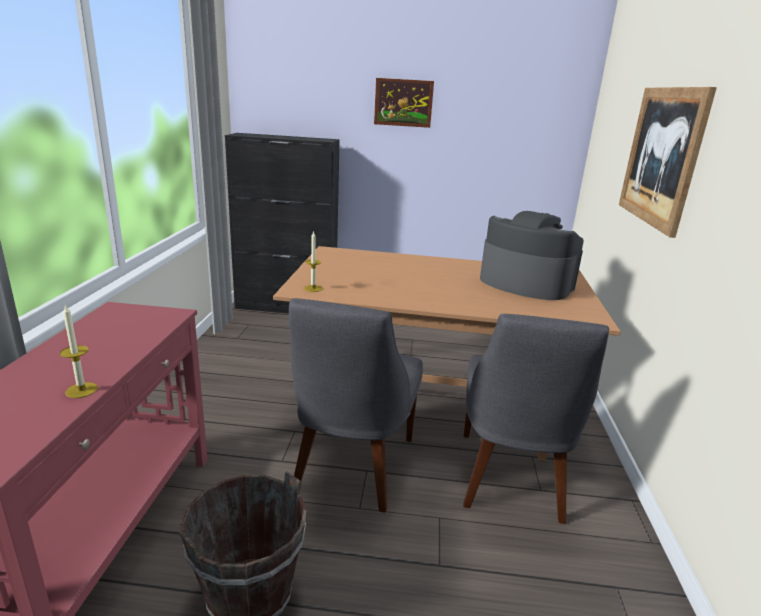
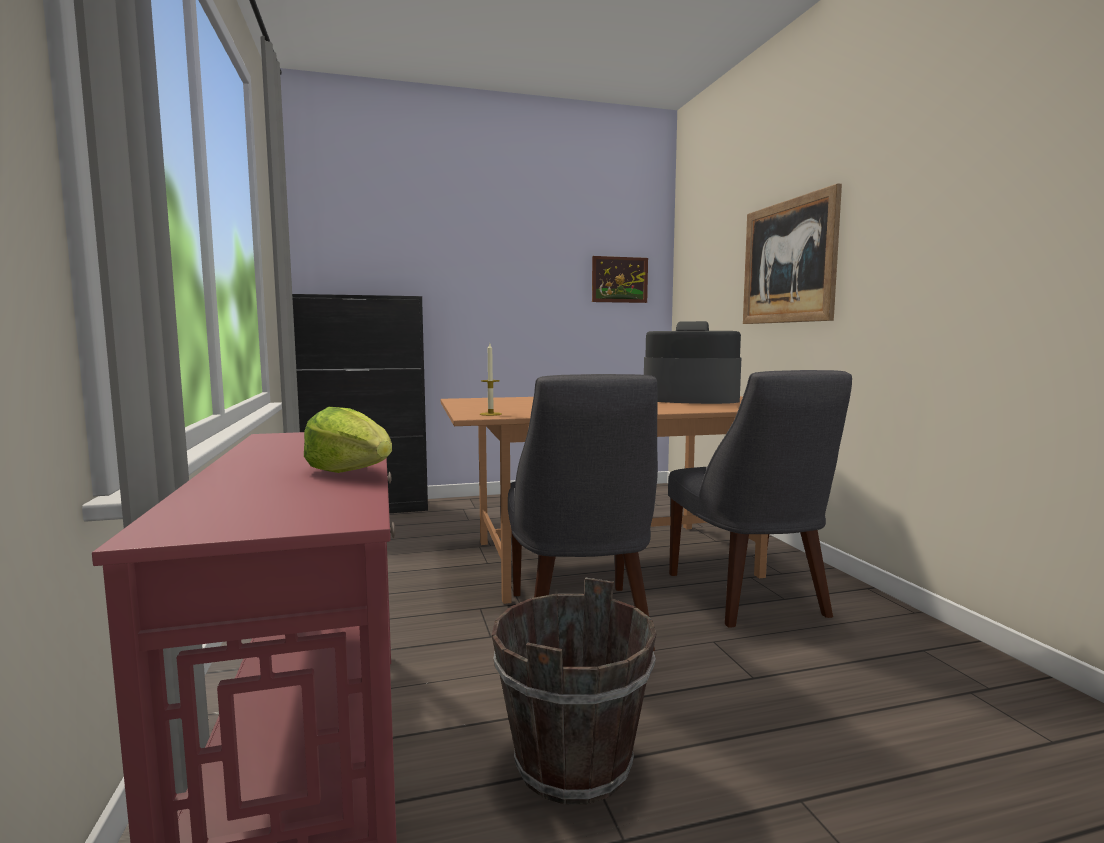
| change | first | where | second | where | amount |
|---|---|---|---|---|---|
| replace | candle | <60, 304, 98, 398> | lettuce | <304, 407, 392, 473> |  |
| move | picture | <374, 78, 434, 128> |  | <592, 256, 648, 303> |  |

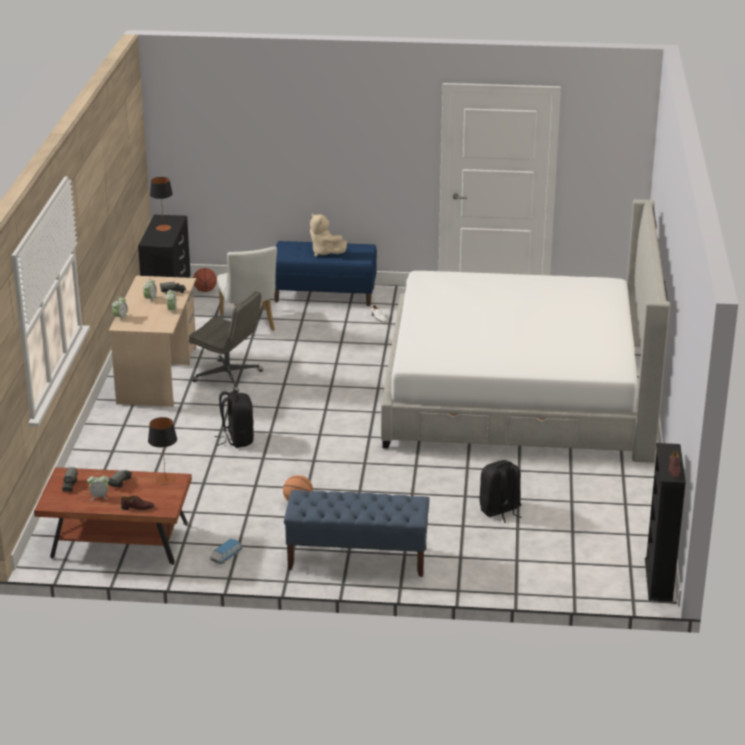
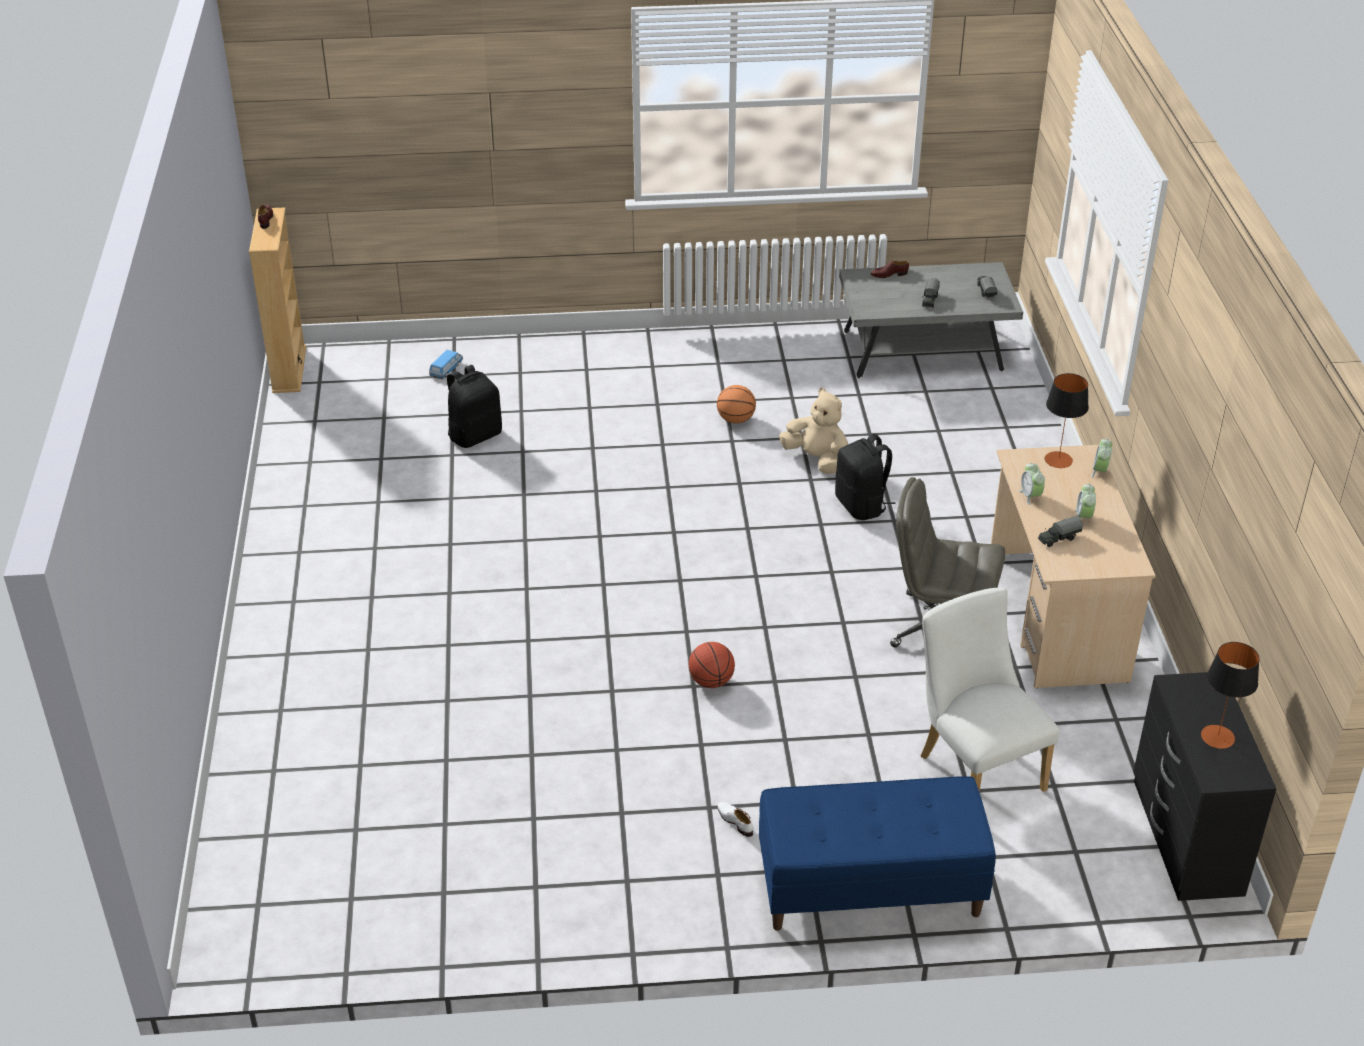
| change | first | where | second | where | amount |
|---|---|---|---|---|---|
| recolor | black bookcase | <645, 443, 686, 602> | beige bookcase | <249, 207, 306, 393> |  |
| move | toy car | <210, 538, 242, 564> |  | <429, 350, 463, 379> |  |
| move | basketball | <193, 268, 217, 292> |  | <689, 642, 735, 688> |  |
| move | beige plush toy | <310, 213, 347, 257> |  | <779, 388, 848, 474> |  |
| recolor | brown coffee table | <34, 467, 192, 565> | grey coffee table | <839, 262, 1023, 378> |  |
| move | table lamp | <148, 417, 177, 485> |  | <1045, 373, 1089, 468> |  |
| delete | alarm clock | <87, 473, 109, 500> |  |  |  |
| delete | blue bench | <284, 490, 430, 577> |  |  |  |
| delete | bed | <381, 199, 670, 463> |  |  |  |

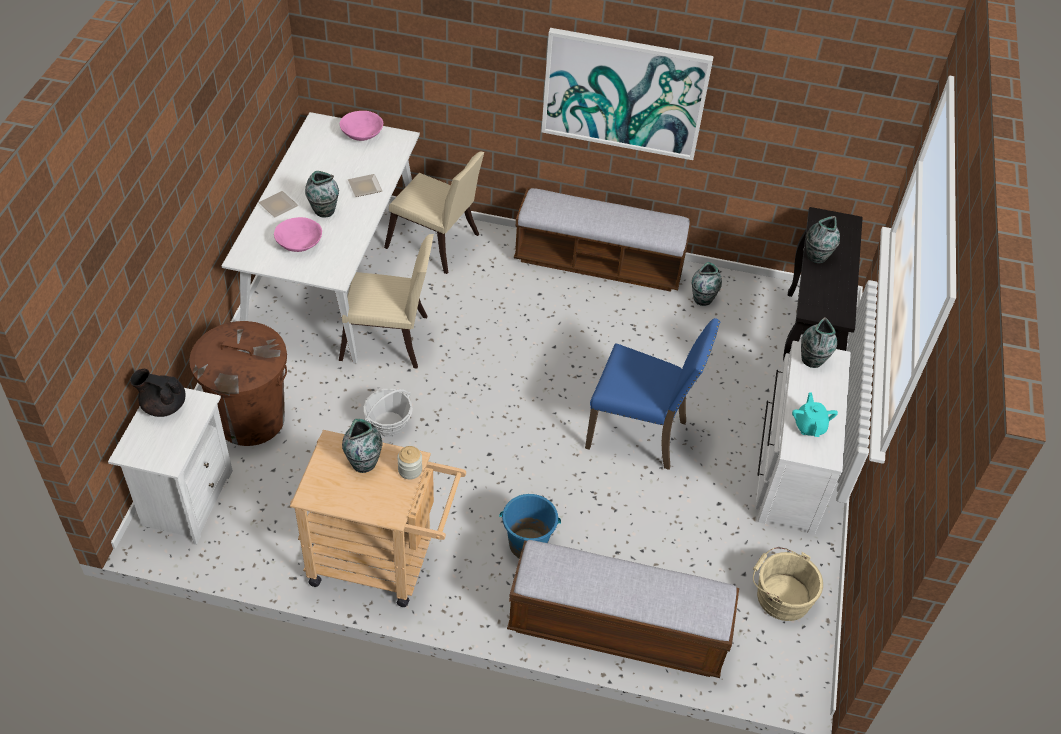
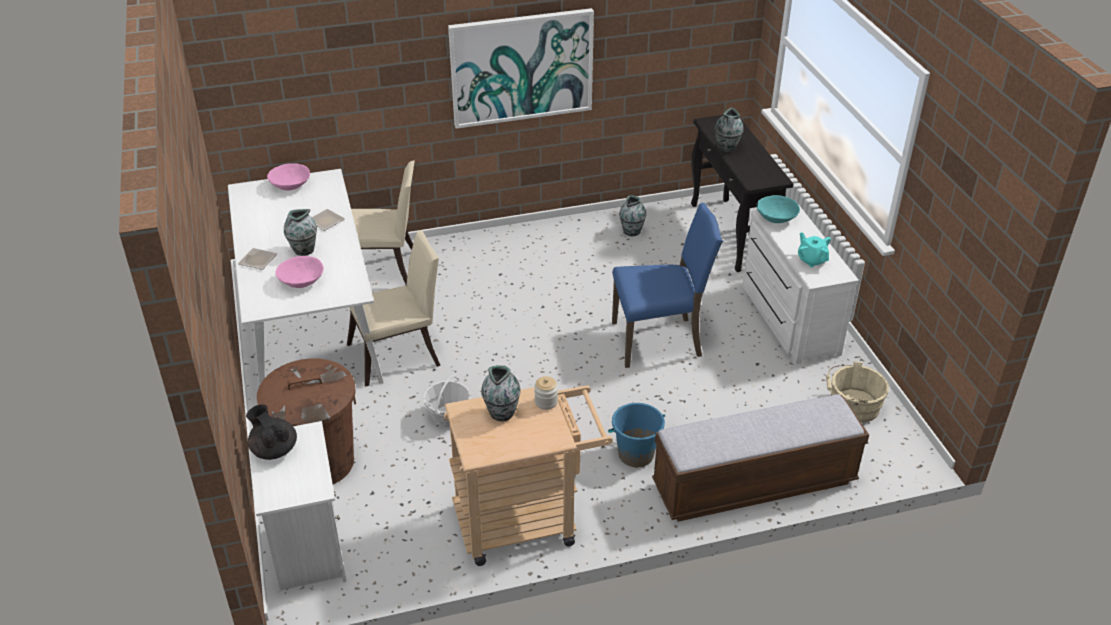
| change | first | where | second | where | amount |
|---|---|---|---|---|---|
| rotate | black teapot | <130, 369, 186, 417> |  | <246, 404, 297, 460> | 60 degrees clockwise |
| replace | vase | <801, 317, 837, 368> | turquoise bowl | <756, 195, 800, 223> |  |
| delete | bench | <514, 187, 693, 292> |  |  |  |

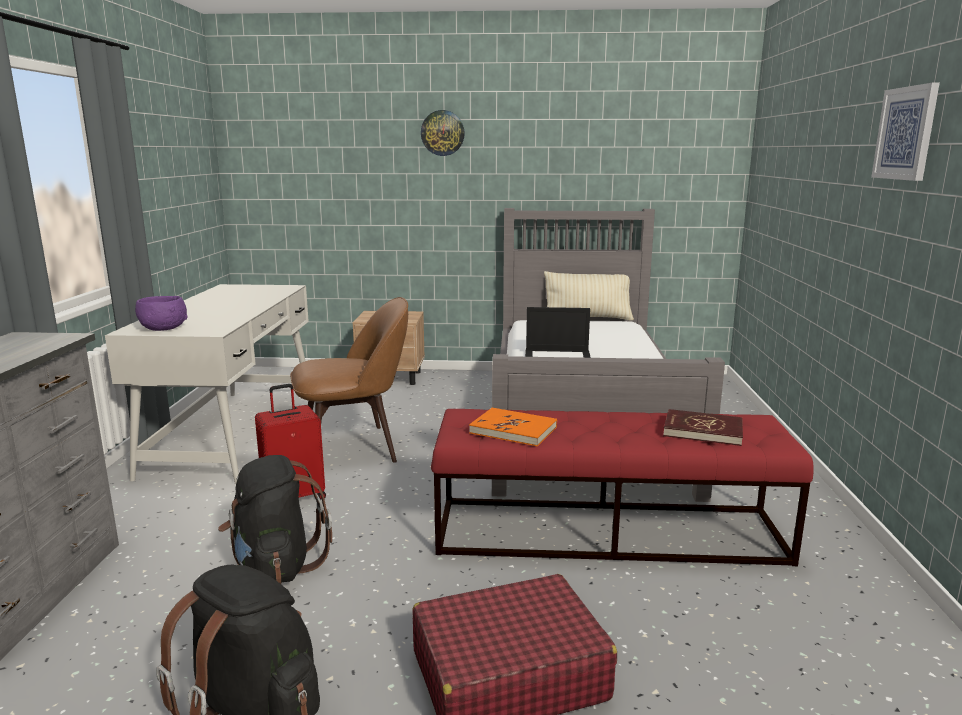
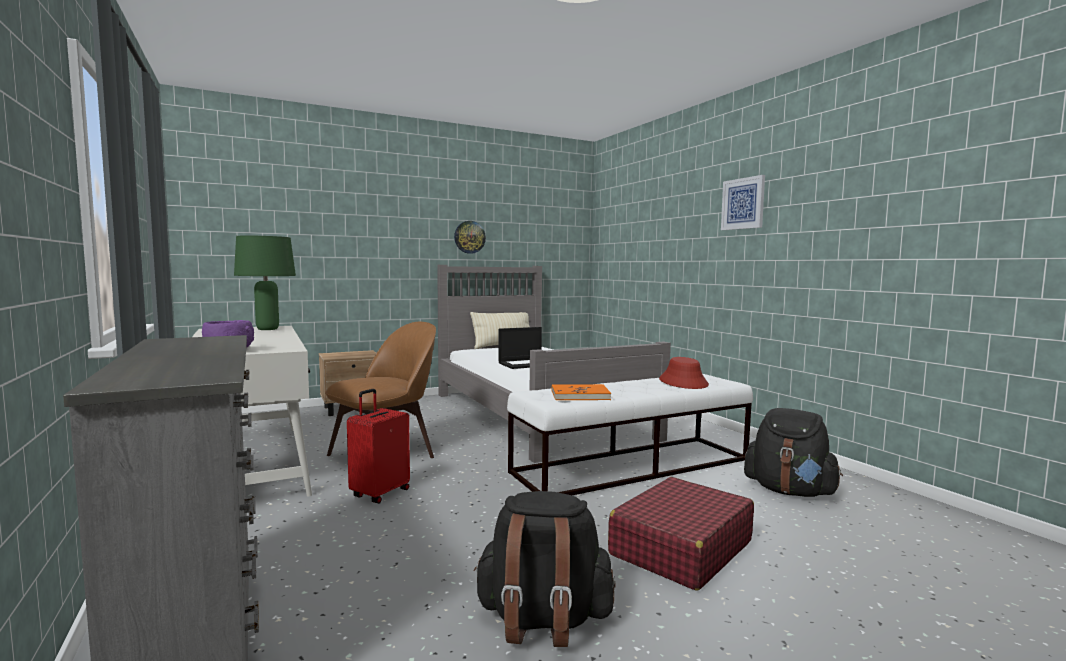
| change | first | where | second | where | amount |
|---|---|---|---|---|---|
| insert |  |  | green table lamp | <234, 236, 296, 330> |  |
| move | wall clock | <421, 110, 465, 156> |  | <454, 221, 486, 254> |  |
| recolor | red bench | <431, 409, 814, 566> | white bench | <507, 374, 753, 495> |  |
| replace | red book | <663, 409, 743, 446> | red hat | <659, 357, 709, 389> |  |
| move | black backpack | <218, 455, 332, 584> |  | <744, 408, 843, 497> |  |

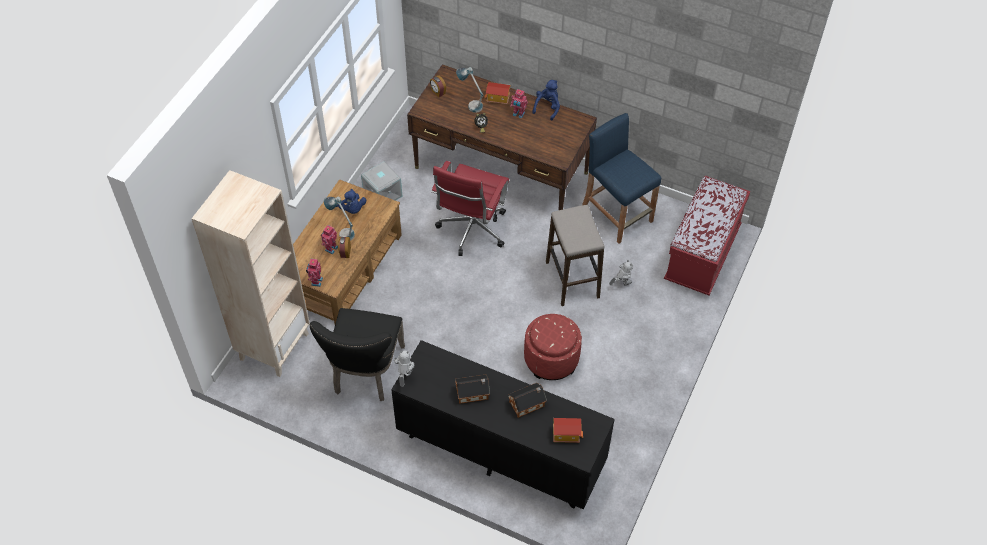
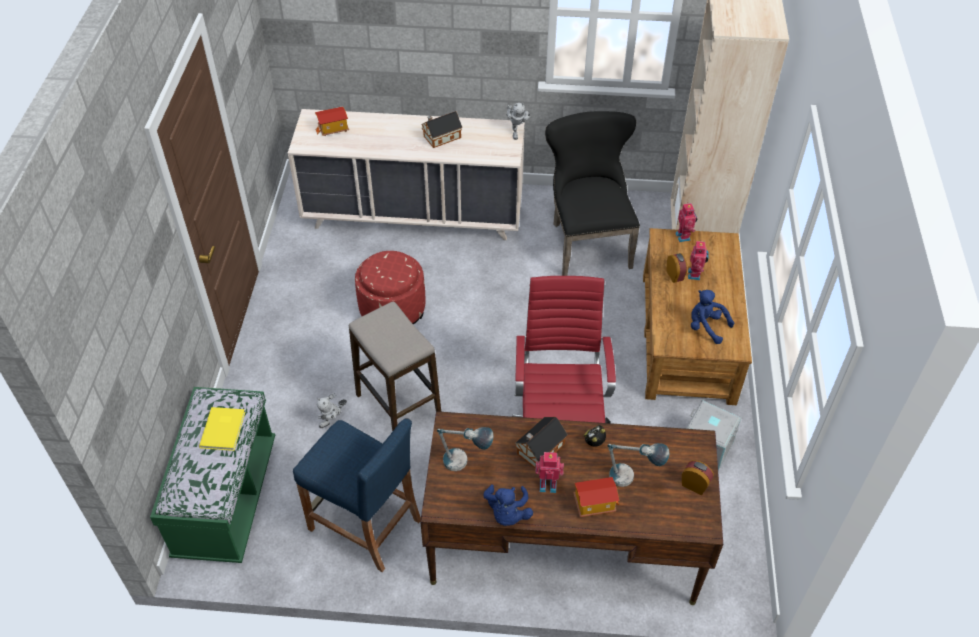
| change | first | where | second | where | amount |
|---|---|---|---|---|---|
| recolor | red bench | <664, 176, 750, 295> | green bench | <150, 387, 275, 563> |  |
| insert |  |  | yellow book | <199, 407, 245, 451> |  |
| recolor | black dresser | <391, 340, 615, 509> | beige dresser | <288, 109, 525, 240> |  |
| move | table lamp | <324, 196, 355, 241> |  | <437, 427, 494, 471> |  |
| move | toy house | <508, 383, 547, 418> |  | <515, 417, 568, 468> |  |

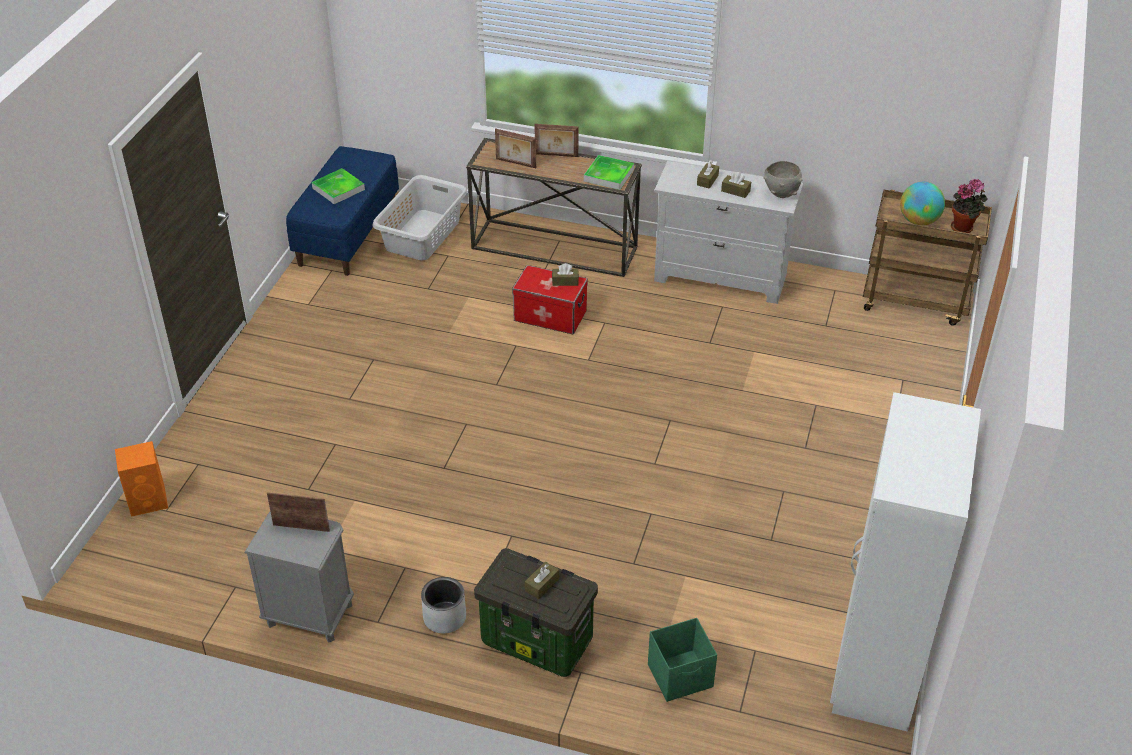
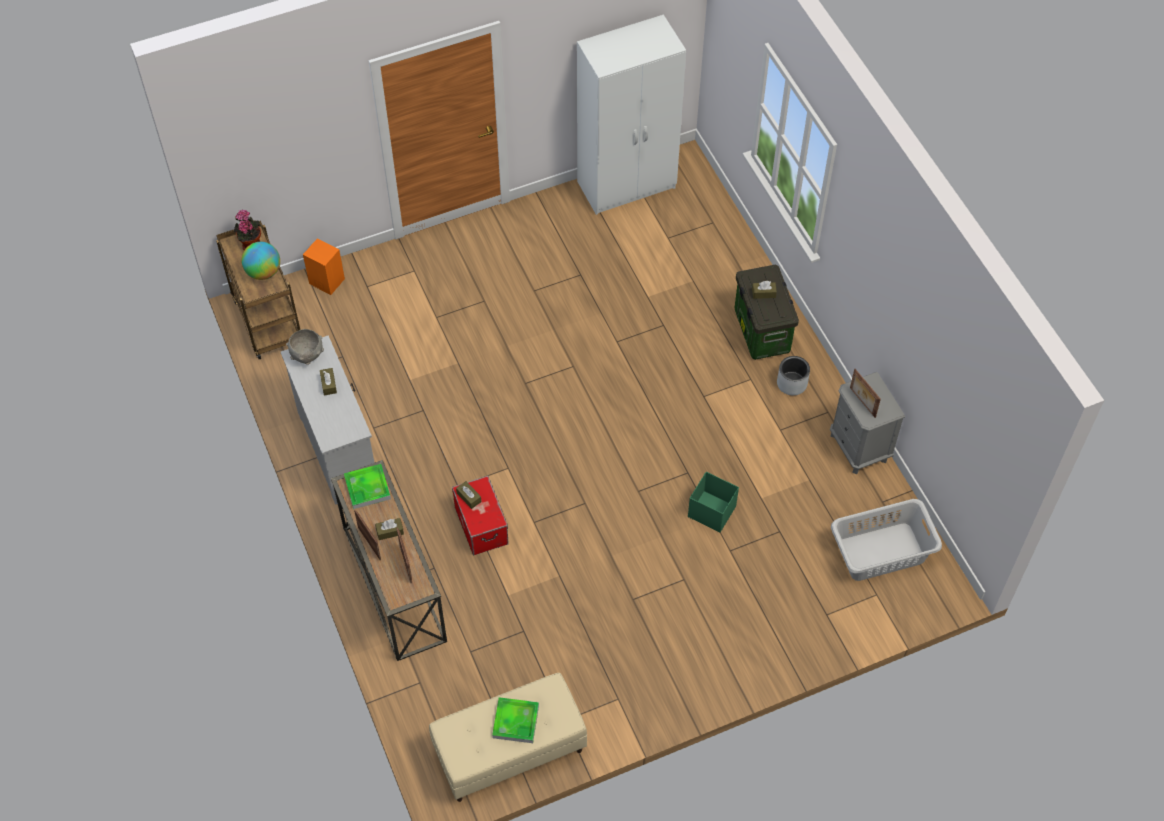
| change | first | where | second | where | amount |
|---|---|---|---|---|---|
| move | orange speaker | <115, 441, 168, 517> |  | <303, 238, 345, 295> |  |
| move | brown tissue box | <697, 161, 719, 189> |  | <375, 518, 404, 540> |  |
| recolor | blue bench | <286, 146, 399, 276> | beige bench | <429, 673, 587, 802> |  |
| move | green storage box | <648, 618, 717, 702> |  | <688, 472, 739, 532> |  |
| move | grey laundry basket | <372, 175, 467, 260> |  | <831, 499, 942, 581> |  |

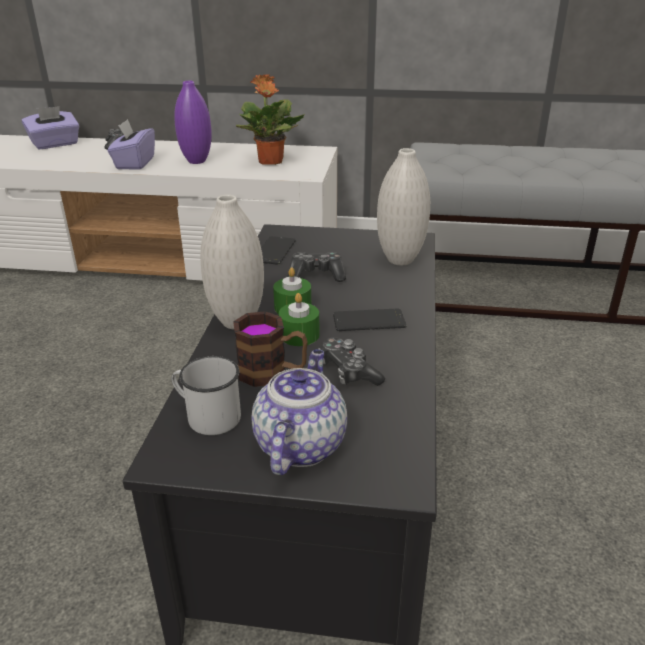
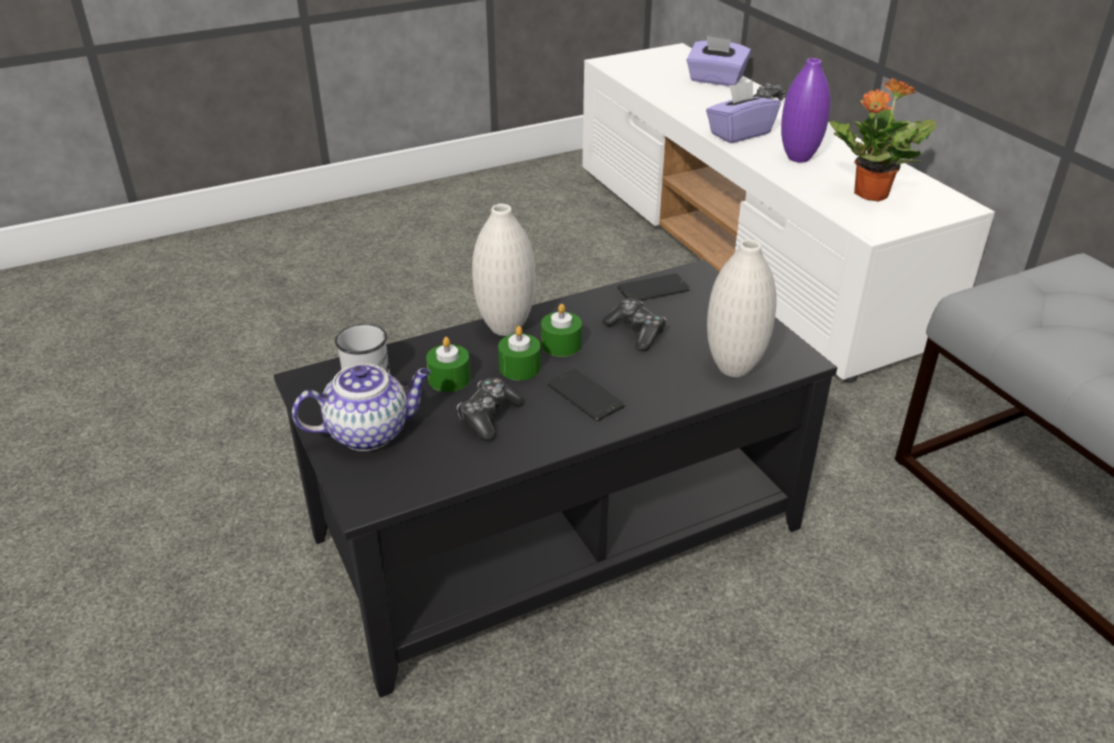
| change | first | where | second | where | amount |
|---|---|---|---|---|---|
| replace | mug | <233, 311, 308, 387> | green candle | <426, 337, 471, 392> |  |

